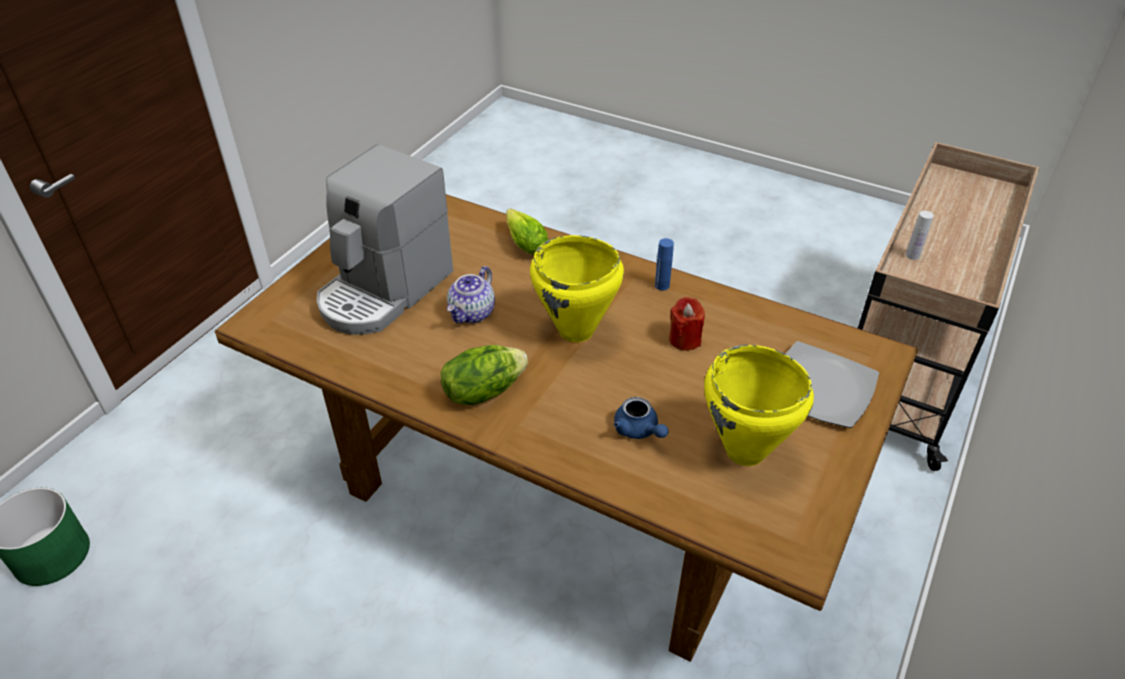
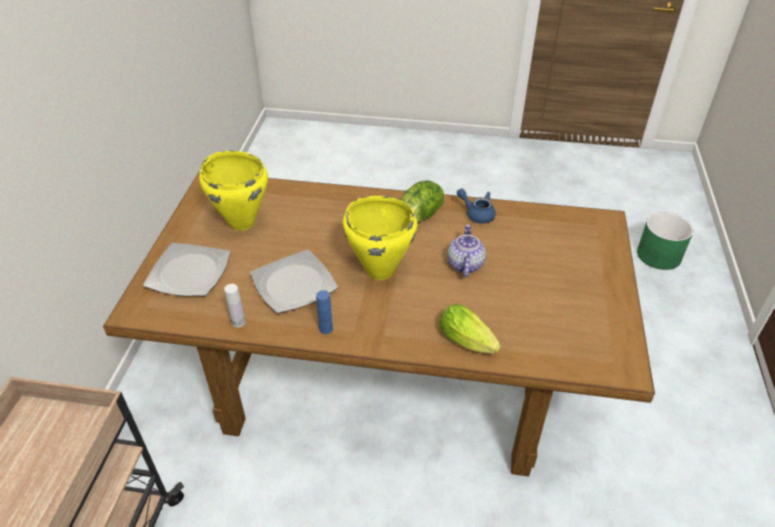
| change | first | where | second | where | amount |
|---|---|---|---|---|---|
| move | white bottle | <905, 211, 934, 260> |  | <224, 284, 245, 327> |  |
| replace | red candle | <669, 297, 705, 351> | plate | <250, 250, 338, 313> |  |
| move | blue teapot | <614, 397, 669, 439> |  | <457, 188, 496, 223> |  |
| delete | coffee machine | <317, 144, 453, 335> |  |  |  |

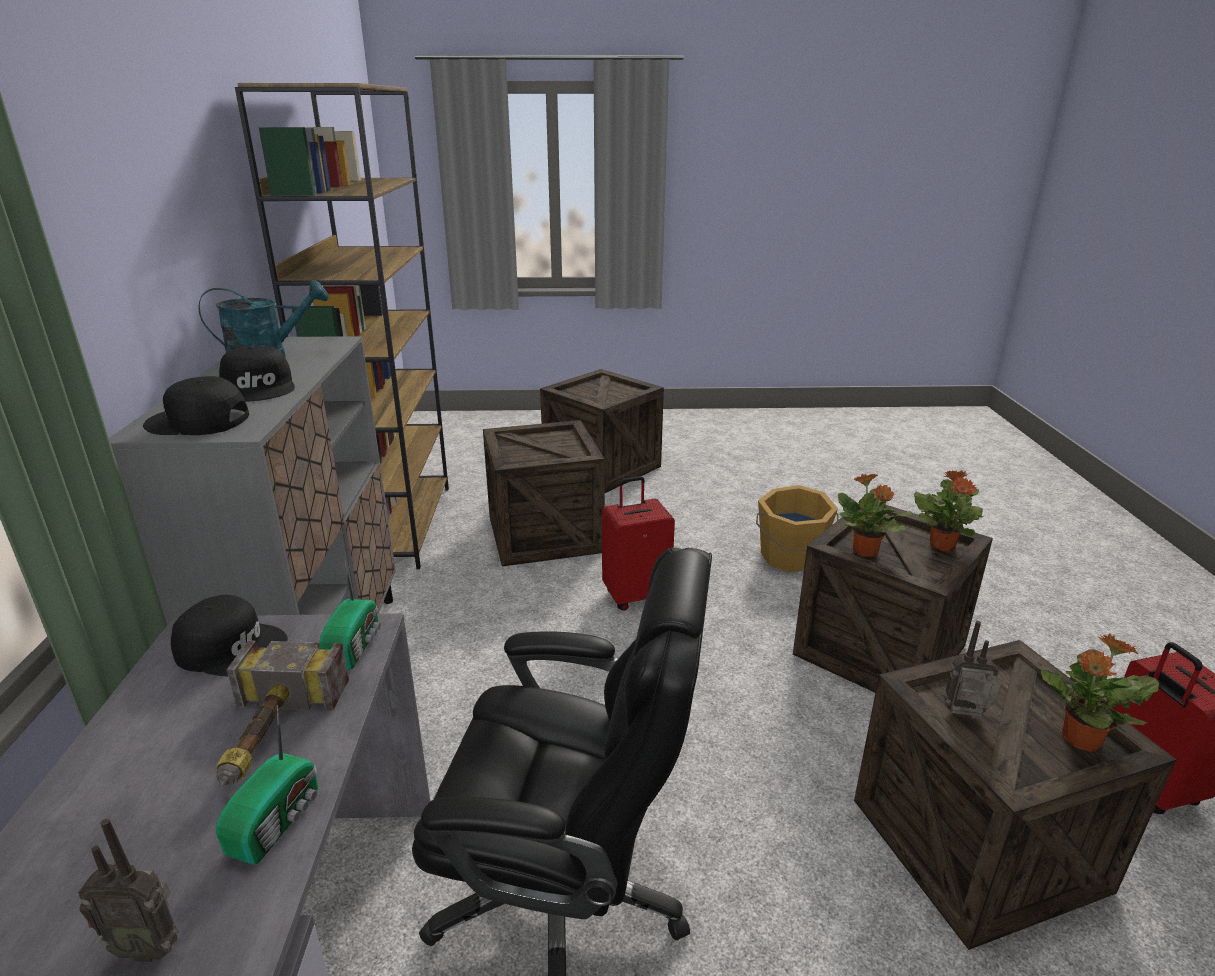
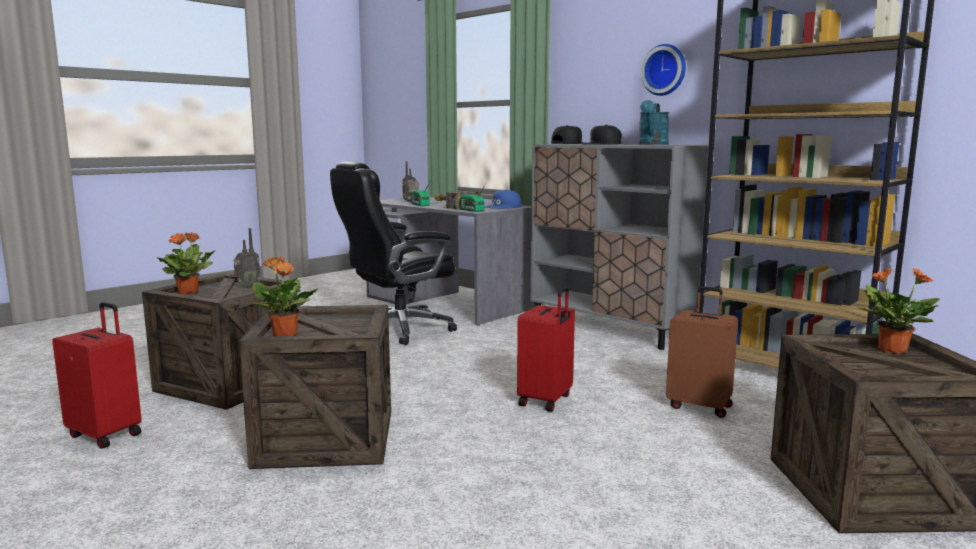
| change | first | where | second | where | amount |
|---|---|---|---|---|---|
| recolor | black cap | <171, 595, 288, 676> | blue cap | <484, 190, 521, 209> |  |
| insert |  |  | wall clock | <641, 44, 686, 96> |  |
| replace | crate | <483, 420, 605, 566> | brown suitcase | <666, 286, 738, 418> |  |
| move | potted plant | <838, 474, 912, 557> |  | <857, 267, 940, 354> |  |
| delete | orange bucket | <756, 485, 839, 572> |  |  |  |

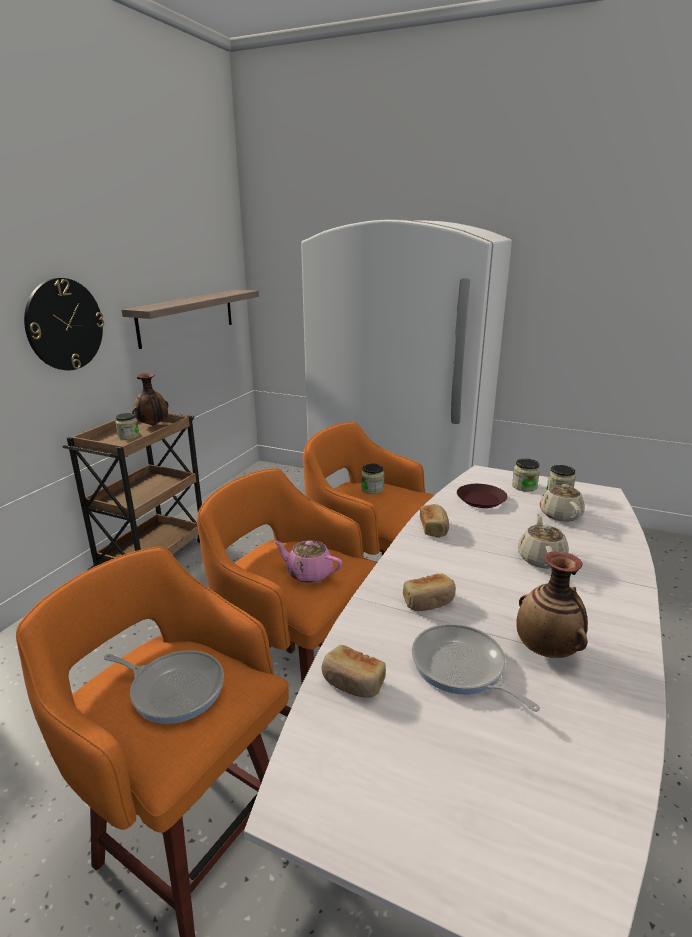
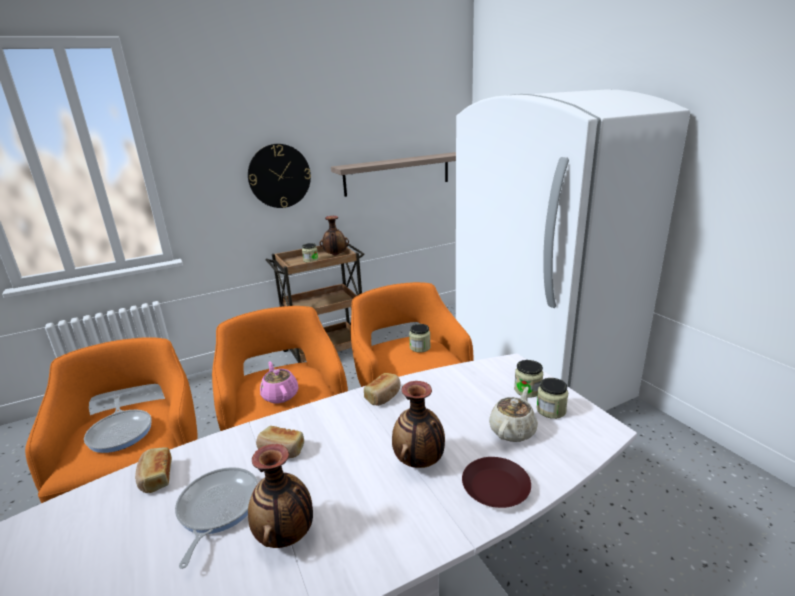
| change | first | where | second | where | amount |
|---|---|---|---|---|---|
| replace | beige teapot | <518, 514, 569, 568> | vase | <392, 381, 445, 468> |  |
| move | brown plate | <457, 484, 508, 508> |  | <462, 457, 531, 508> |  |

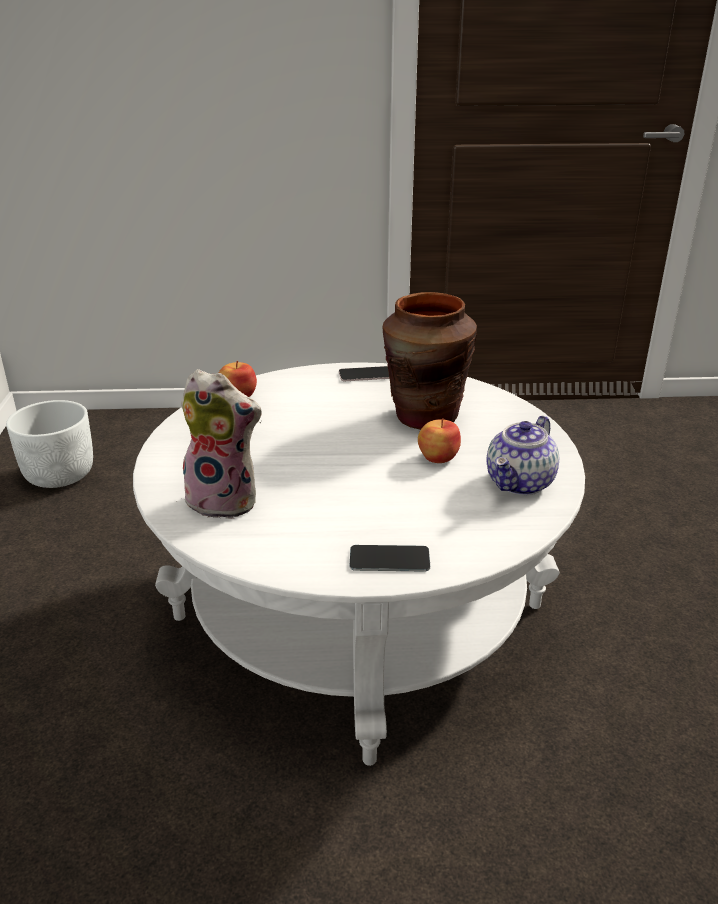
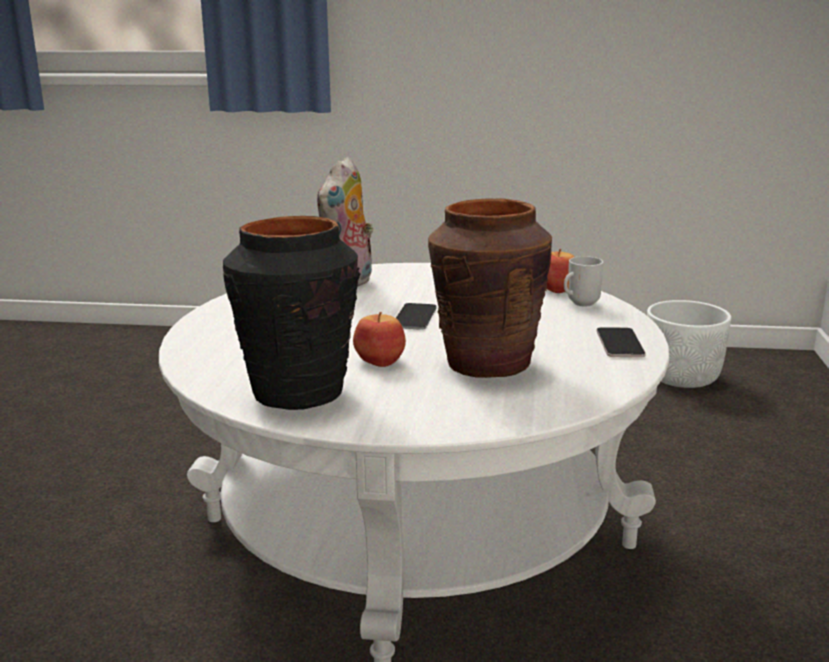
| change | first | where | second | where | amount |
|---|---|---|---|---|---|
| replace | teapot | <487, 415, 559, 495> | black vase | <223, 216, 361, 410> |  |
| move | phone | <350, 545, 430, 572> |  | <396, 303, 437, 330> |  |
| insert |  |  | mug | <564, 256, 604, 307> |  |

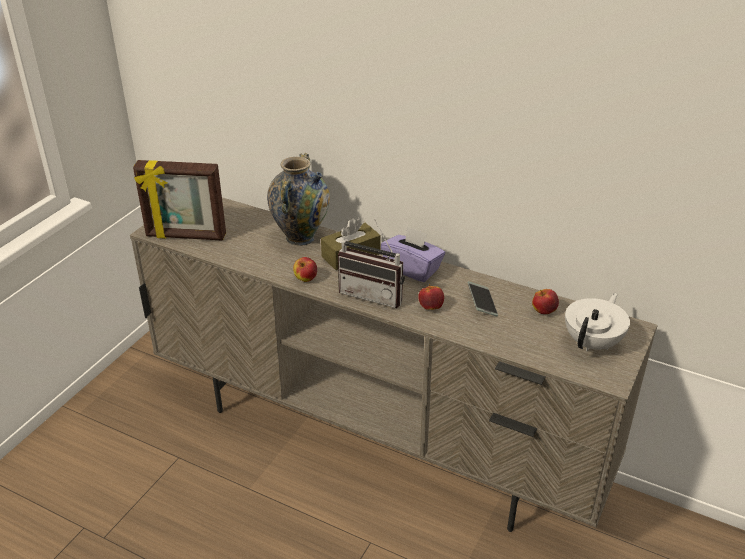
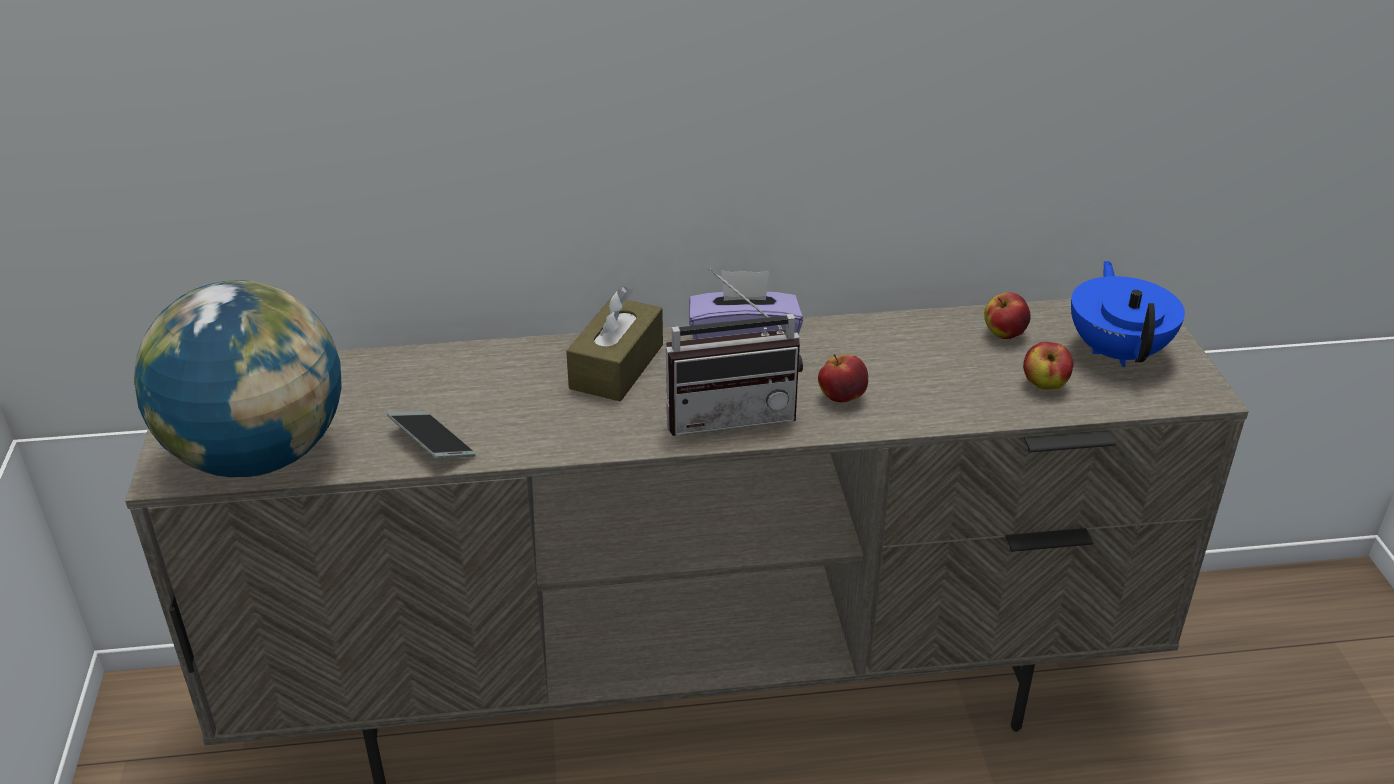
| change | first | where | second | where | amount |
|---|---|---|---|---|---|
| replace | picture frame | <133, 160, 226, 241> | globe | <134, 280, 341, 477> |  |
| move | phone | <468, 281, 498, 317> |  | <387, 411, 476, 459> |  |
| move | apple | <293, 257, 317, 282> |  | <1023, 342, 1074, 389> |  |
| recolor | white teapot | <565, 293, 630, 351> | blue teapot | <1071, 261, 1185, 367> |  |
| delete | vase | <267, 153, 330, 246> |  |  |  |

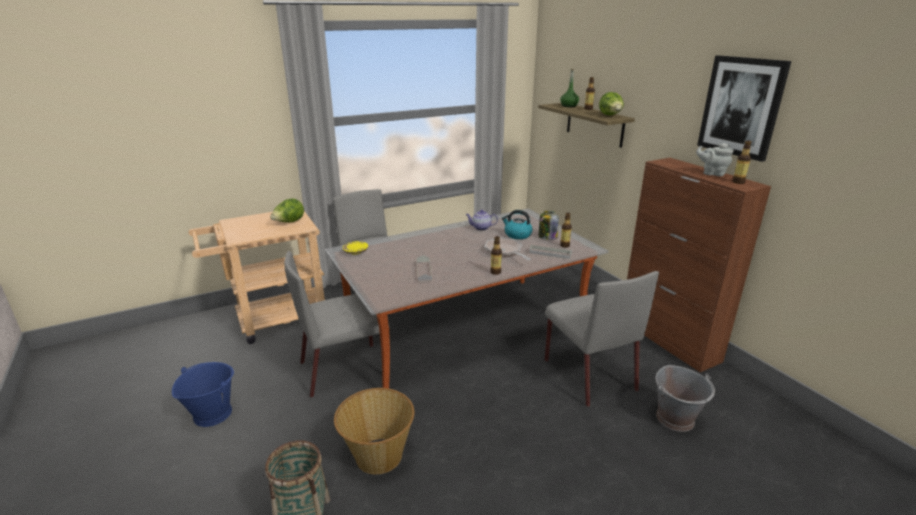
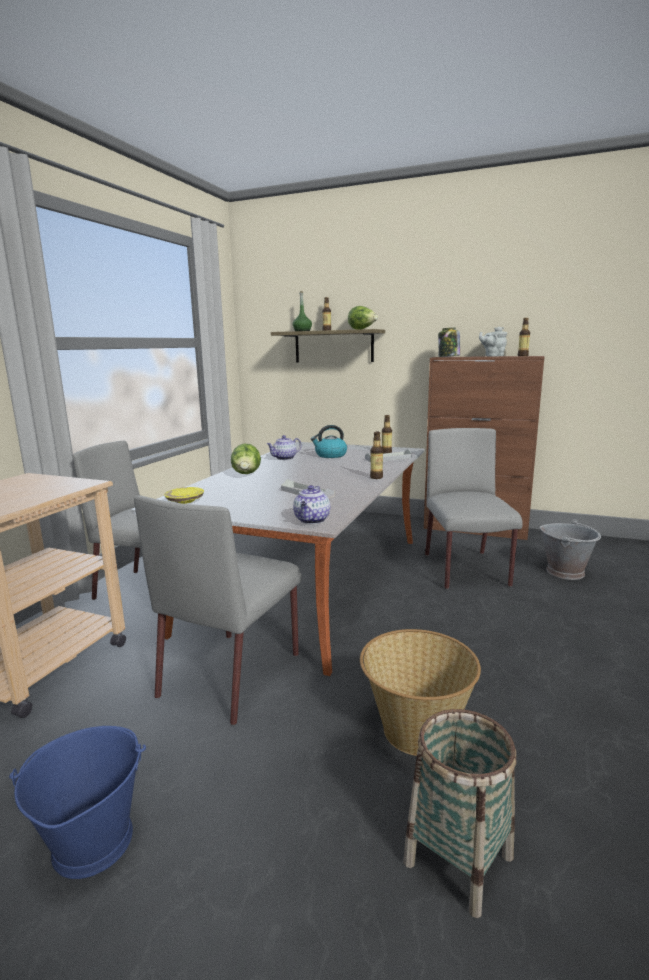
| change | first | where | second | where | amount |
|---|---|---|---|---|---|
| move | lettuce | <270, 199, 304, 222> |  | <231, 443, 261, 474> |  |
| insert |  |  | teapot | <293, 485, 330, 524> |  |
| rotate | grey chair | <545, 271, 659, 407> |  | <425, 428, 523, 589> | 120 degrees counterclockwise |
| move | jar | <538, 211, 559, 240> |  | <438, 327, 460, 357> |  |
| delete | frying pan | <484, 238, 531, 260> |  |  |  |
| delete | picture | <697, 55, 791, 162> |  |  |  |

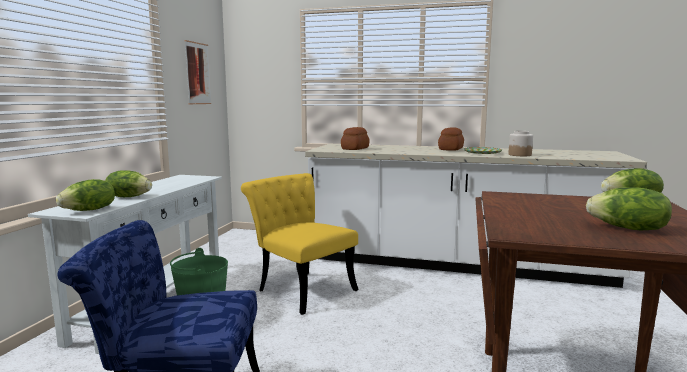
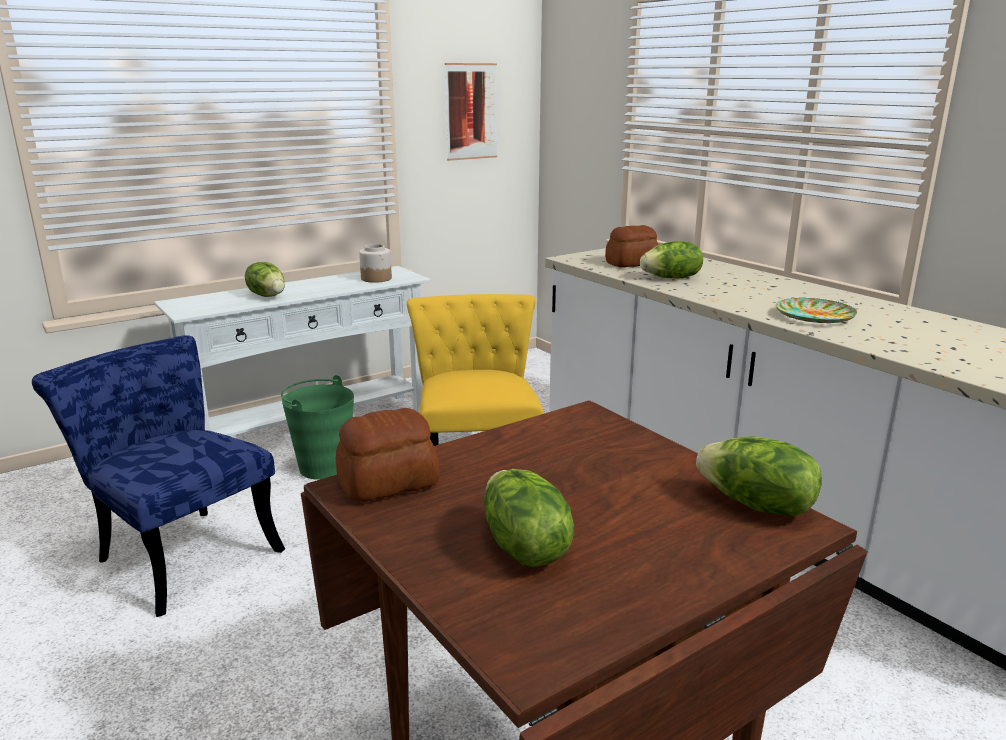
| change | first | where | second | where | amount |
|---|---|---|---|---|---|
| move | bread | <438, 127, 464, 151> |  | <336, 408, 440, 502> |  |
| move | jar | <508, 131, 533, 156> |  | <359, 244, 392, 283> |  |
| move | lettuce | <56, 179, 115, 211> |  | <640, 241, 703, 279> |  |

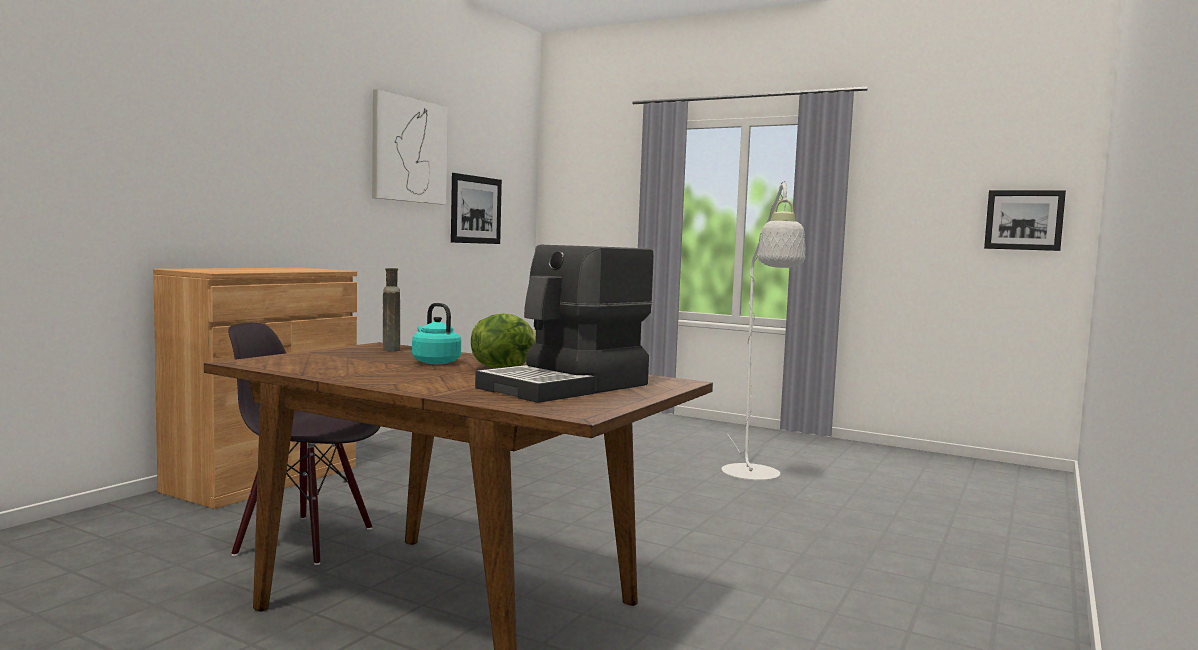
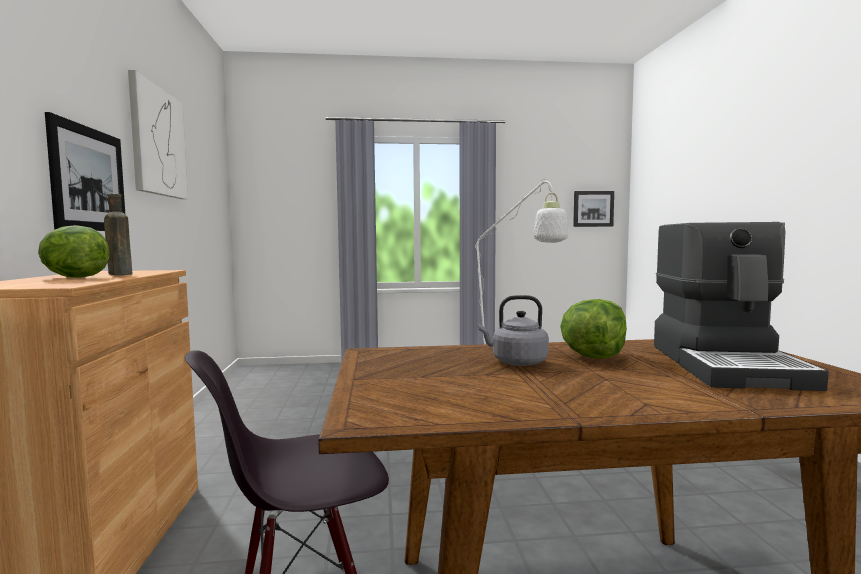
| change | first | where | second | where | amount |
|---|---|---|---|---|---|
| insert |  |  | lettuce | <38, 225, 110, 278> |  |
| move | picture | <451, 173, 502, 244> |  | <45, 112, 125, 231> |  |
| move | brown bottle | <383, 268, 400, 352> |  | <104, 194, 132, 275> |  |
| recolor | turquoise kettle | <412, 303, 461, 364> | grey kettle | <478, 295, 549, 366> |  |

